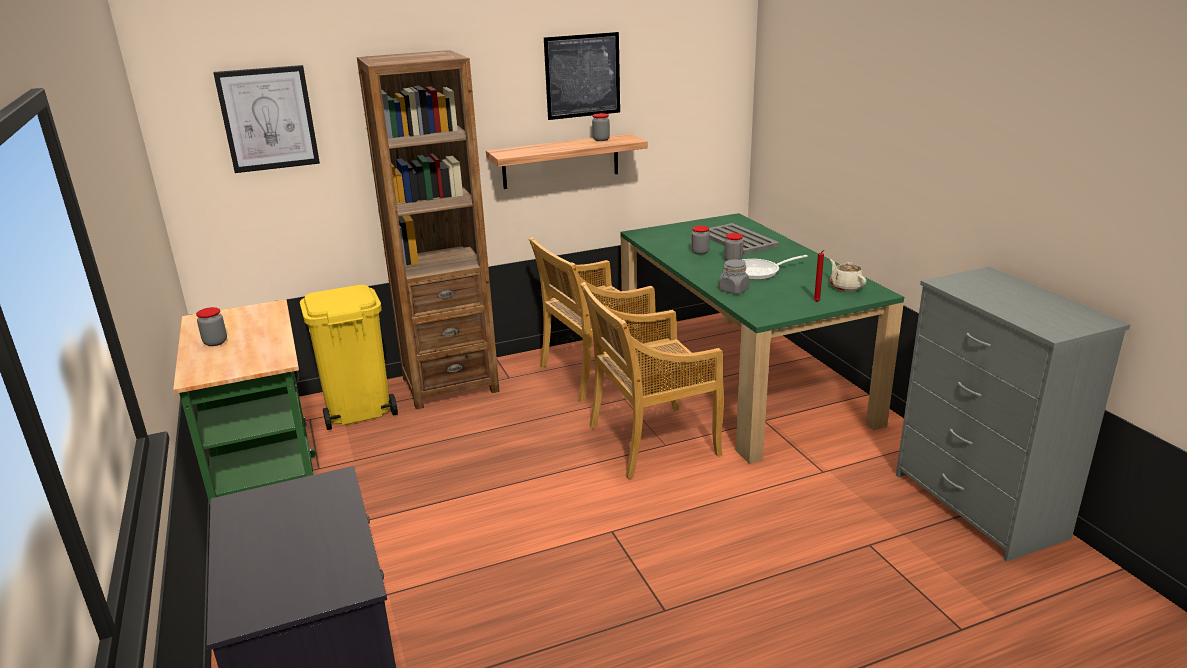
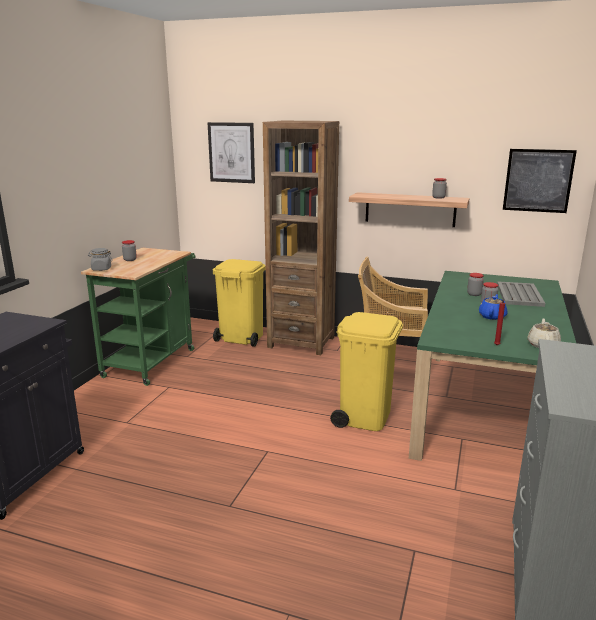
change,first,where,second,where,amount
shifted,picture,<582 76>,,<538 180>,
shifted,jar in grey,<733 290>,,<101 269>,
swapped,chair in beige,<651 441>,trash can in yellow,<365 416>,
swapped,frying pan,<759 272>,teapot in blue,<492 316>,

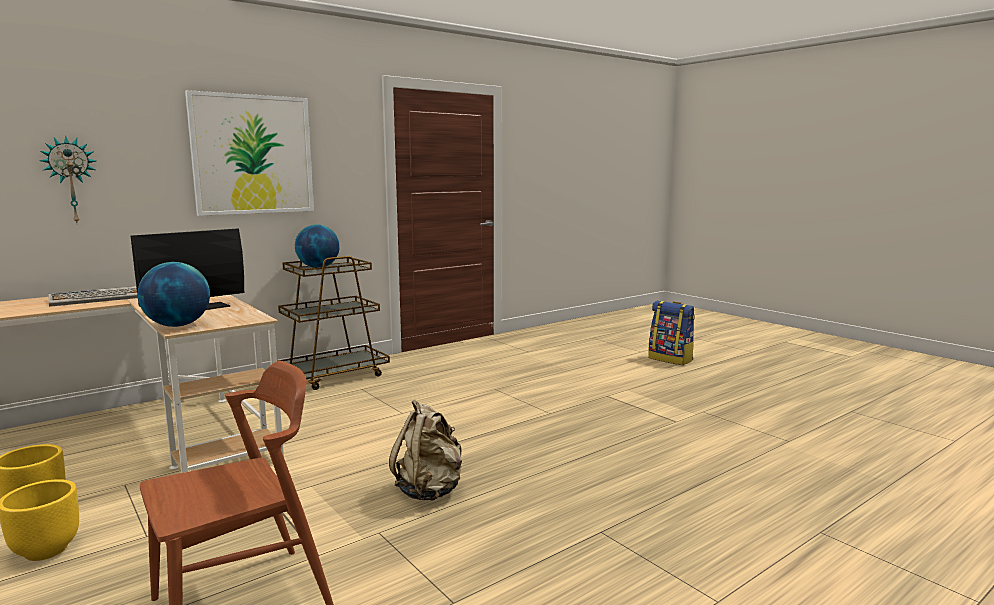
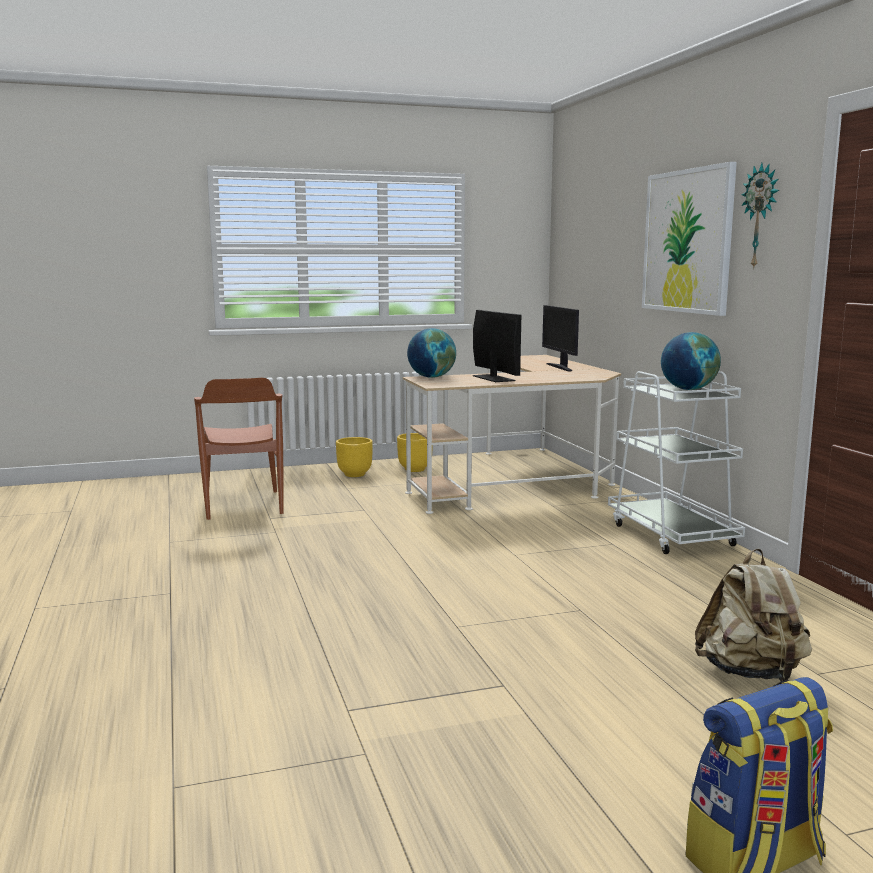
change,first,where,second,where,amount
shifted,wall clock,<71 180>,,<761 216>,
shifted,backpack in beige,<430 491>,,<750 673>,
swapped,keyboard,<100 298>,monitor,<560 367>,
repainted,cart in brown,<333 376>,cart in white,<671 534>,

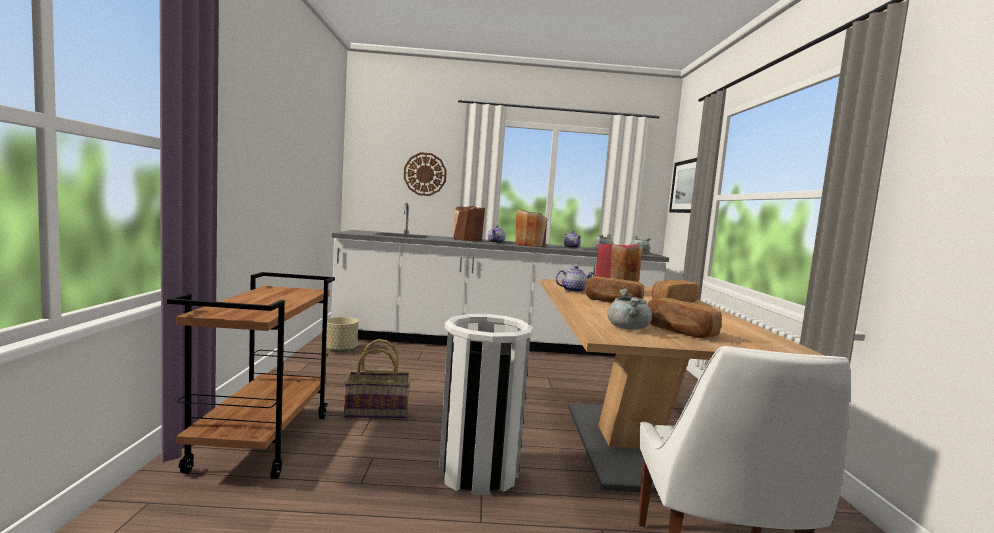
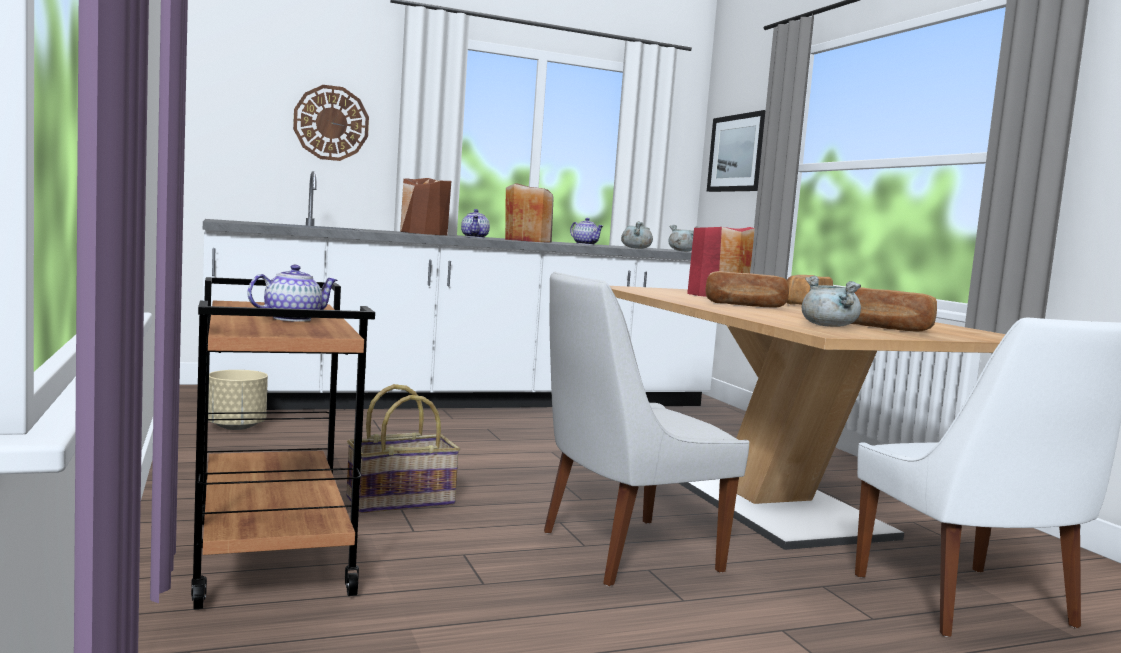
change,first,where,second,where,amount
shifted,teapot,<573 290>,,<292 319>,
swapped,trash can in white,<478 472>,chair in white,<622 551>,

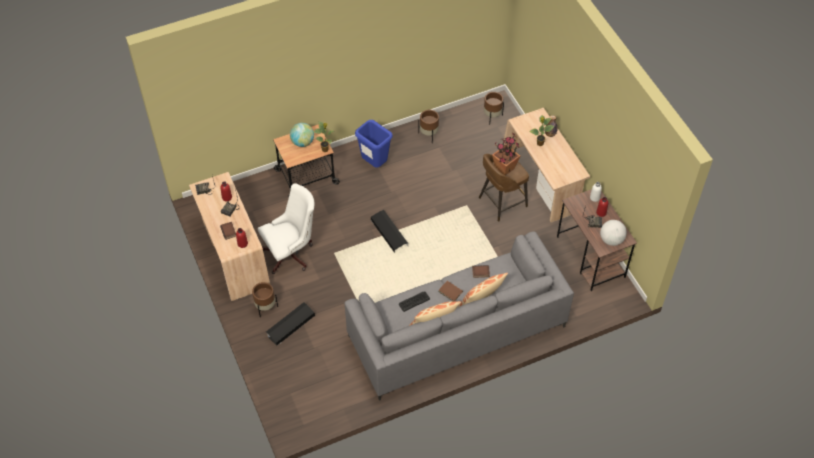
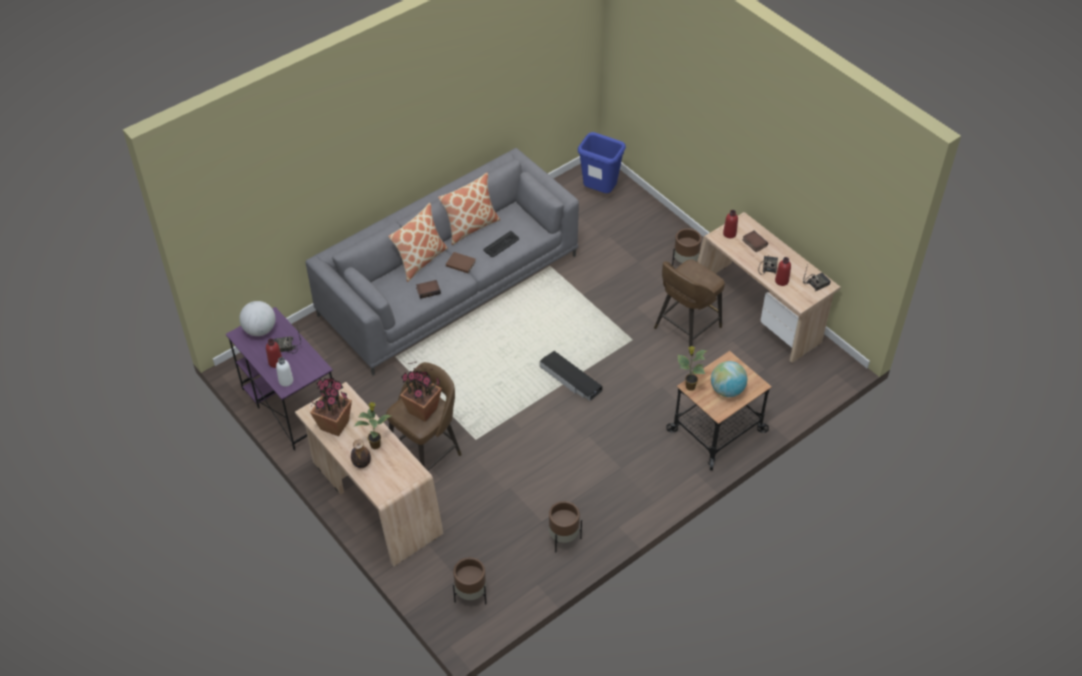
change,first,where,second,where,amount
gone,storage box in black,<290 325>,,,
new,,,potted plant,<334 425>,
shifted,trash can in blue,<374 163>,,<600 192>,
swapped,office chair in white,<291 253>,stool in brown,<686 328>,
repainted,desk in brown,<591 257>,desk in purple,<290 405>,

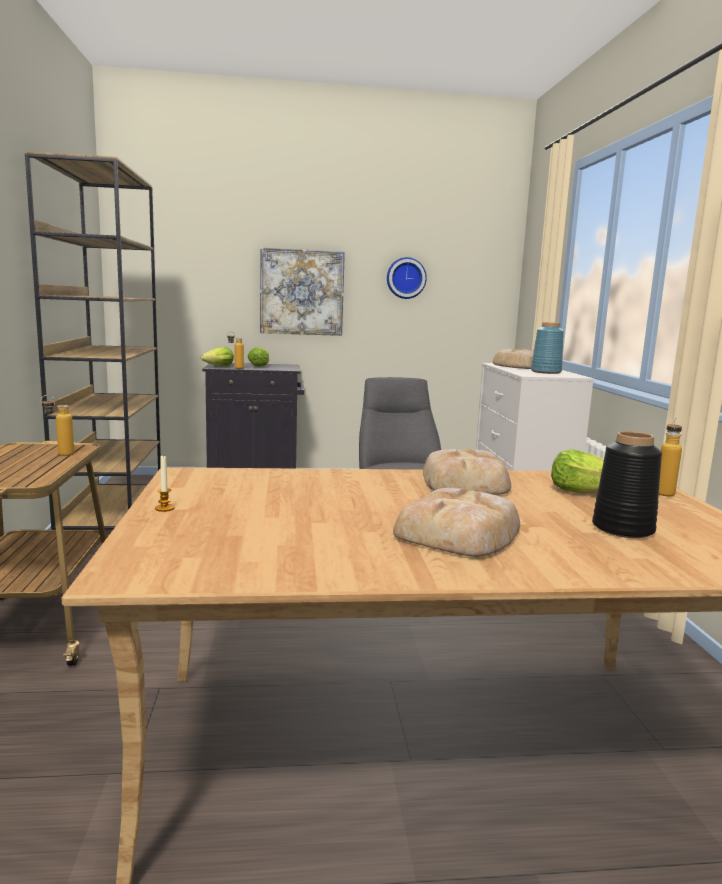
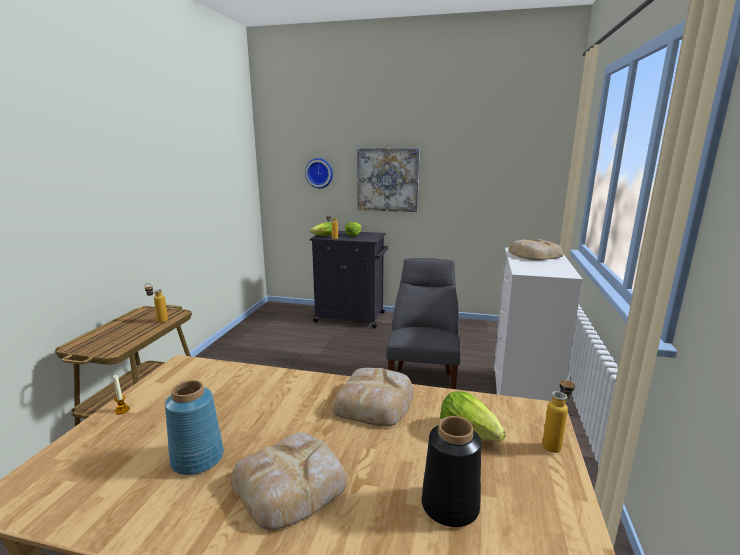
change,first,where,second,where,amount
gone,bookcase in brown,<112 516>,,,
shifted,wall clock,<405 278>,,<319 173>,
shifted,vase in blue,<546 372>,,<198 458>,

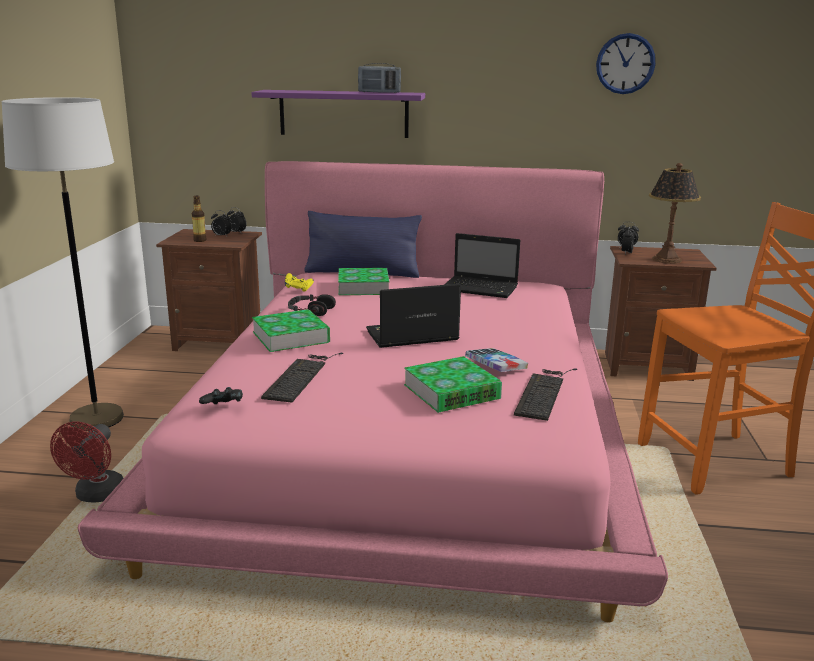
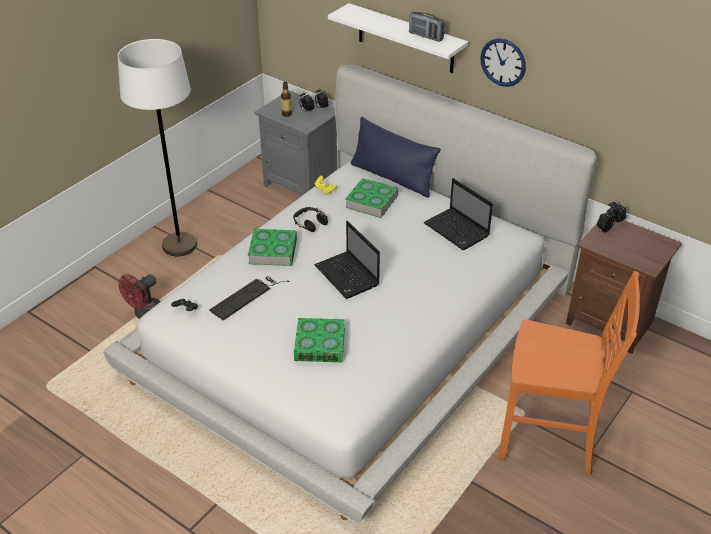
change,first,where,second,where,amount
gone,book,<496 365>,,,
gone,keyboard,<543 392>,,,
gone,table lamp,<666 259>,,,
shifted,wall clock,<625 64>,,<503 62>,
repainted,bed in pink,<405 434>,bed in white,<355 329>,
repainted,nightstand in brown,<219 342>,nightstand in grey,<302 185>,
repainted,shelf in purple,<343 113>,shelf in white,<405 39>,
rotated,laptop,<410 336>,,<348 276>,135 degrees counterclockwise

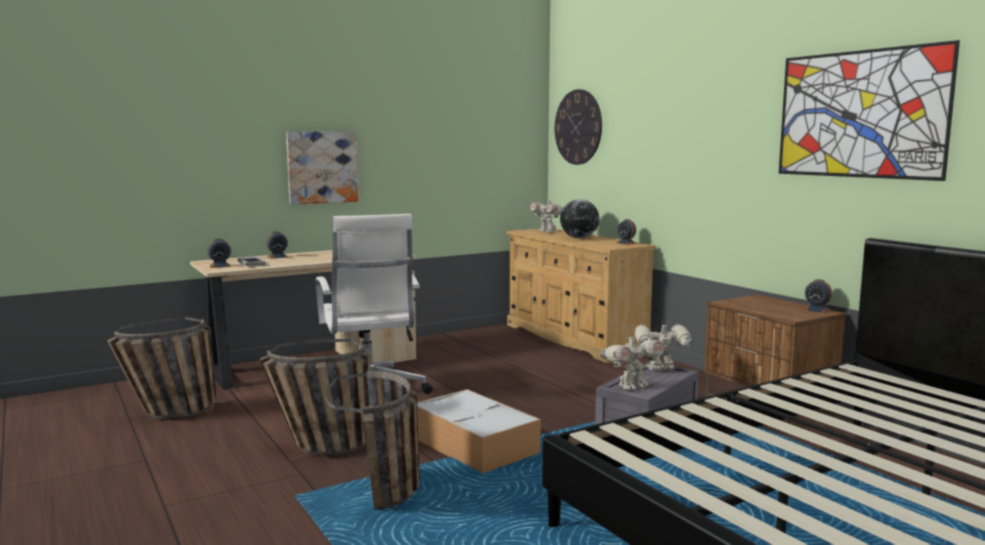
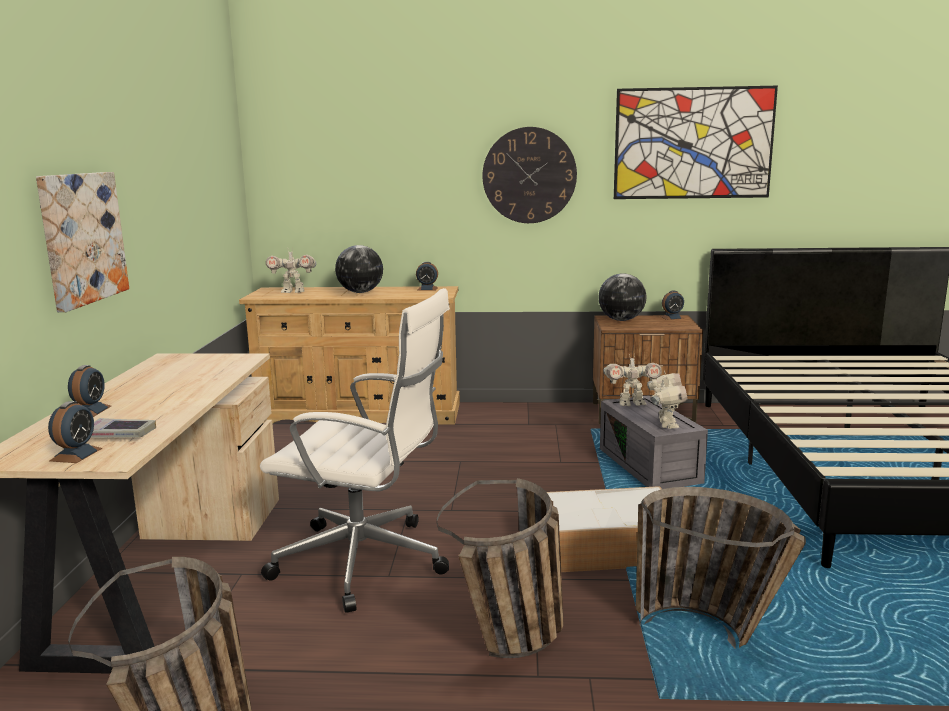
change,first,where,second,where,amount
new,,,globe,<621 320>,
shifted,wall clock,<578 127>,,<529 175>,
rotated,toy robot,<661 369>,,<631 403>,120 degrees counterclockwise

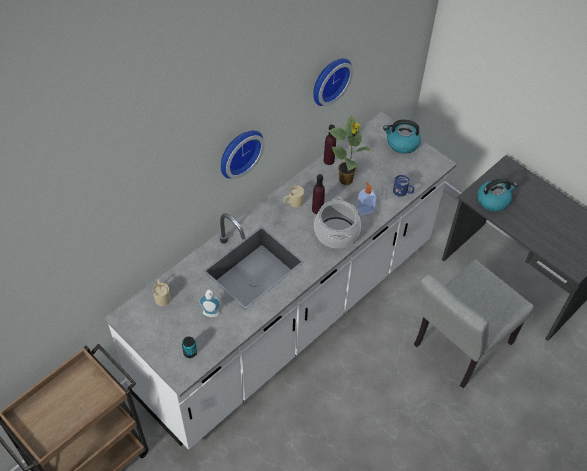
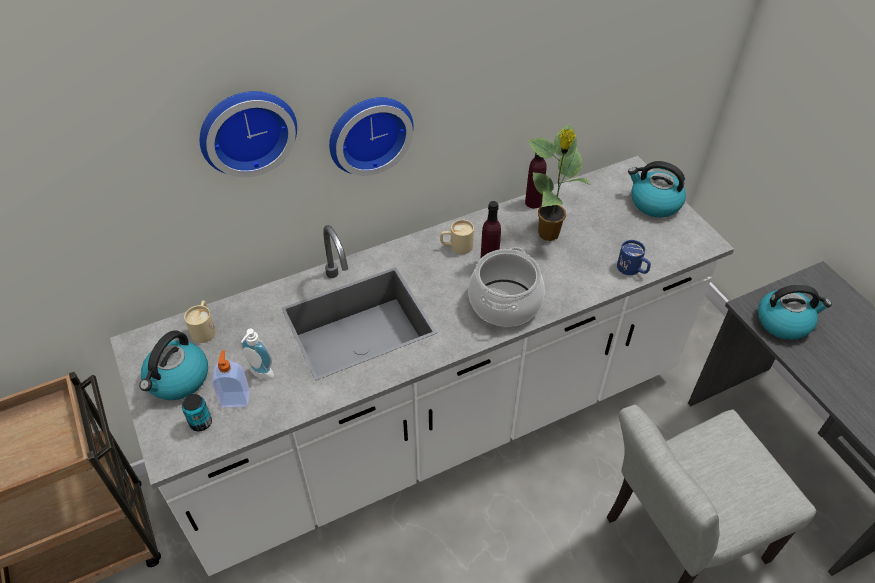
change,first,where,second,where,amount
new,,,kettle,<178 380>,
shifted,wall clock,<329 79>,,<246 130>,
shifted,soap dispenser,<365 209>,,<236 398>,

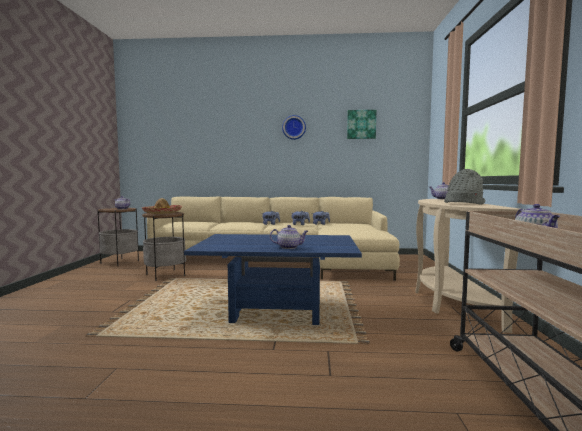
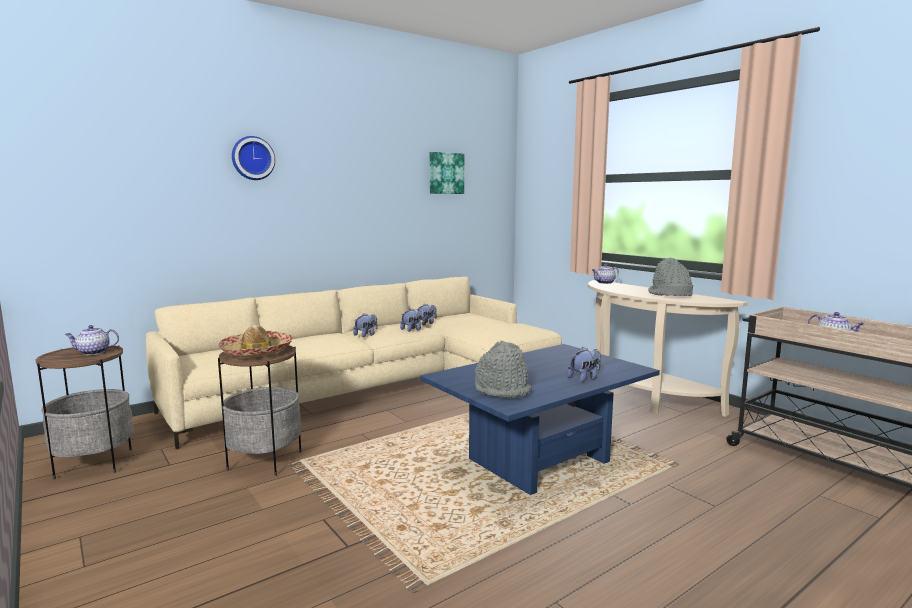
change,first,where,second,where,amount
new,,,hat in grey,<502 390>,
shifted,wall clock,<294 127>,,<252 158>,
swapped,teapot,<289 247>,plush toy,<585 378>,

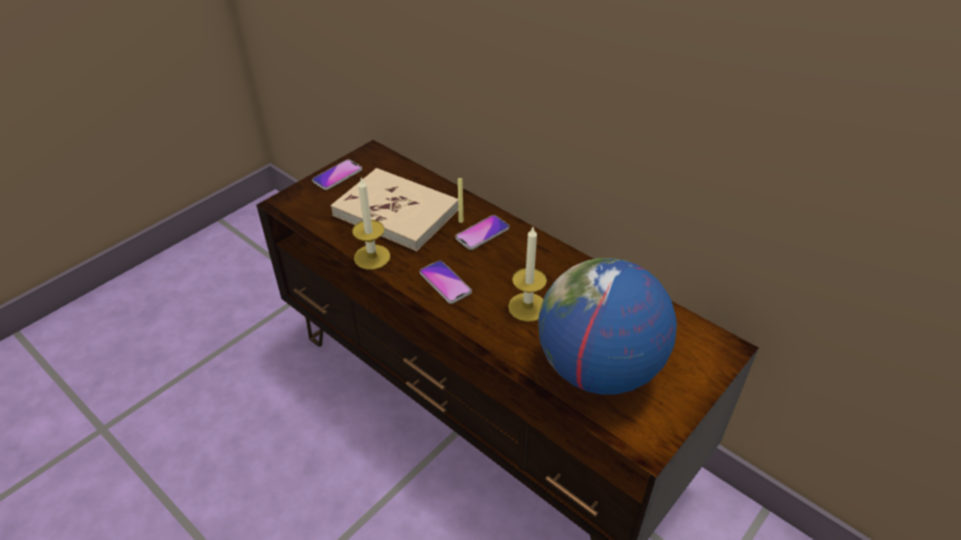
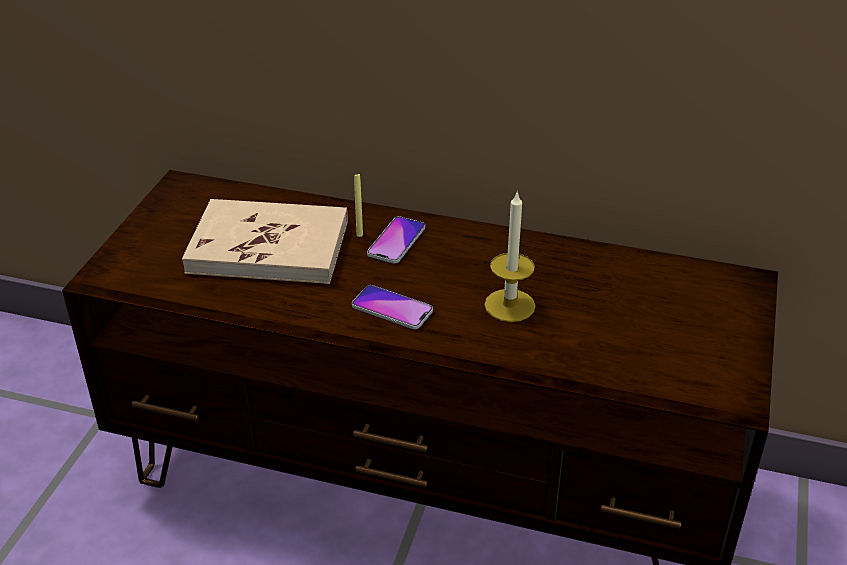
change,first,where,second,where,amount
gone,phone,<337 175>,,,
gone,candle,<372 257>,,,
gone,globe,<598 369>,,,

